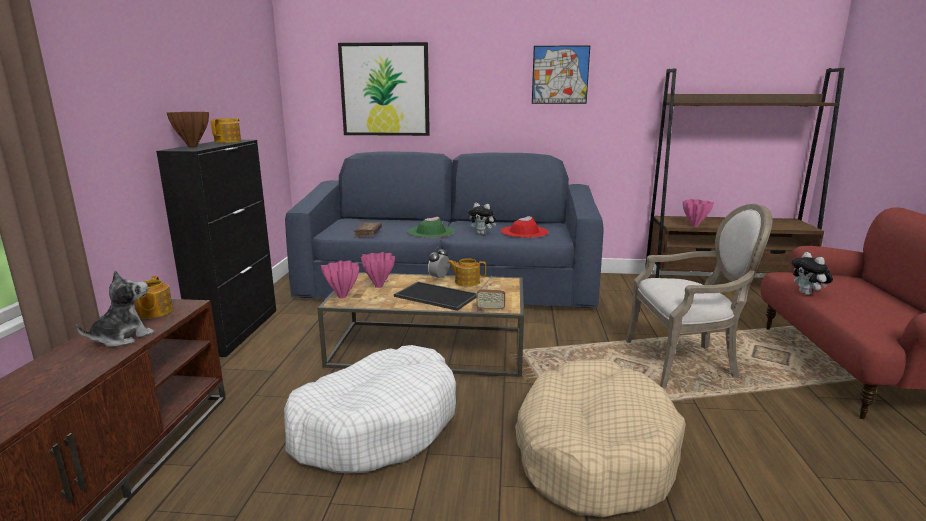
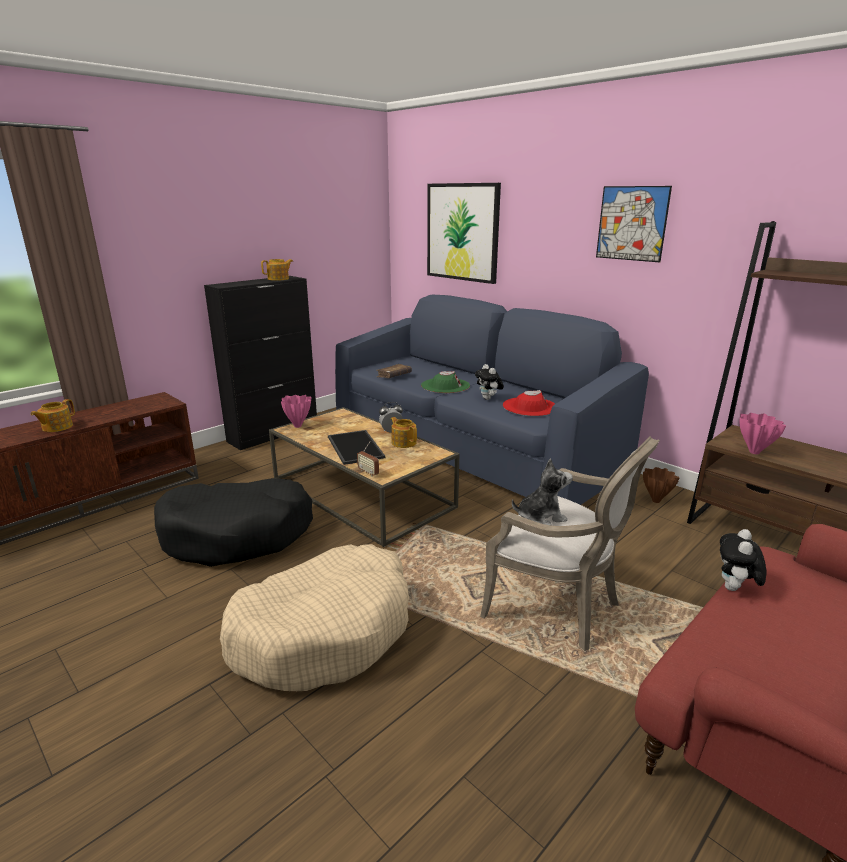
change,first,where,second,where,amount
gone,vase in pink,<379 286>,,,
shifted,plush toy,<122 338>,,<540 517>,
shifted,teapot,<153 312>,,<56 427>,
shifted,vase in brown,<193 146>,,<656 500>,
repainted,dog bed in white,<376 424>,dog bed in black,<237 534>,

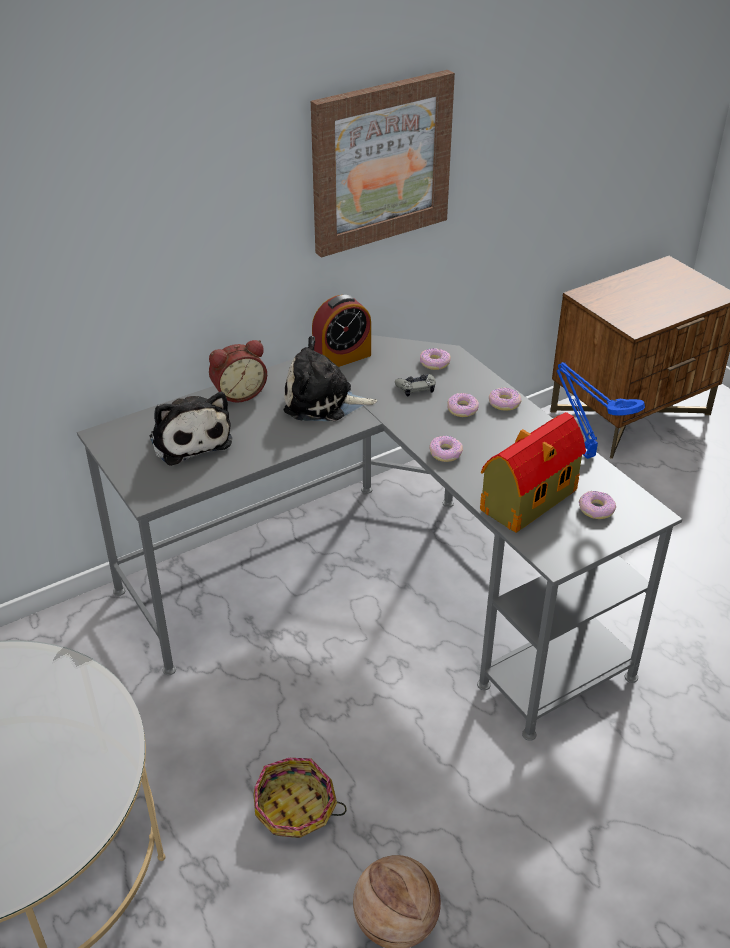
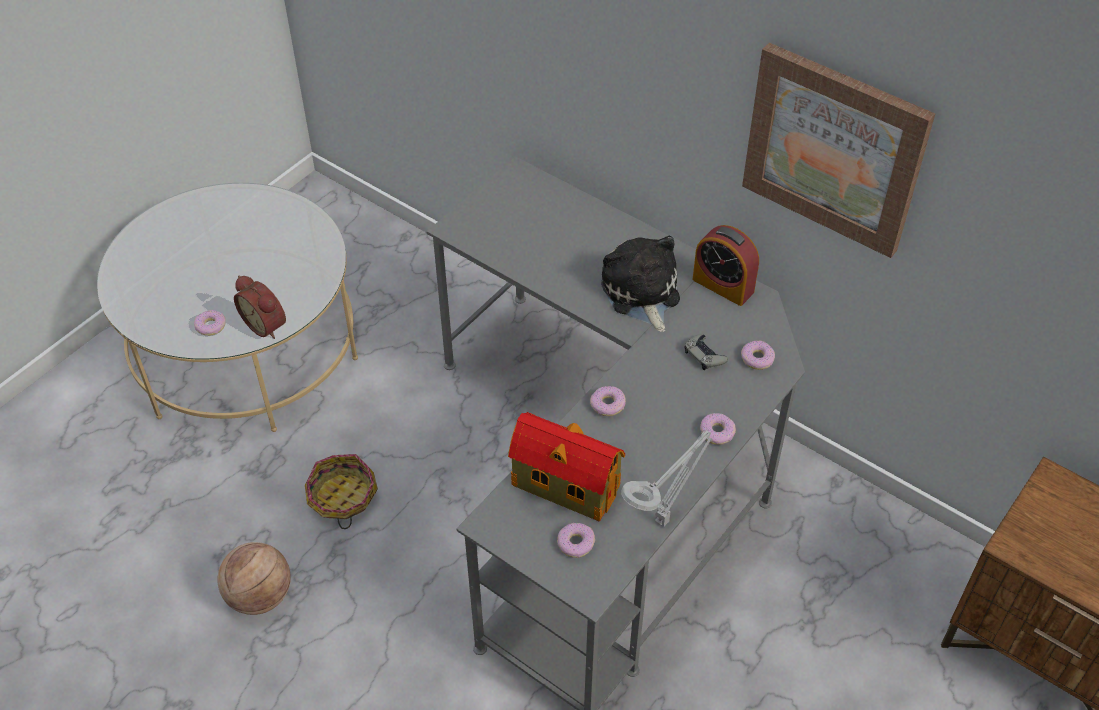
change,first,where,second,where,amount
gone,plush toy,<189 439>,,,
shifted,alarm clock,<238 393>,,<266 324>,
shifted,donut,<462 409>,,<211 326>,
repainted,table lamp in blue,<586 454>,table lamp in grey,<664 519>,

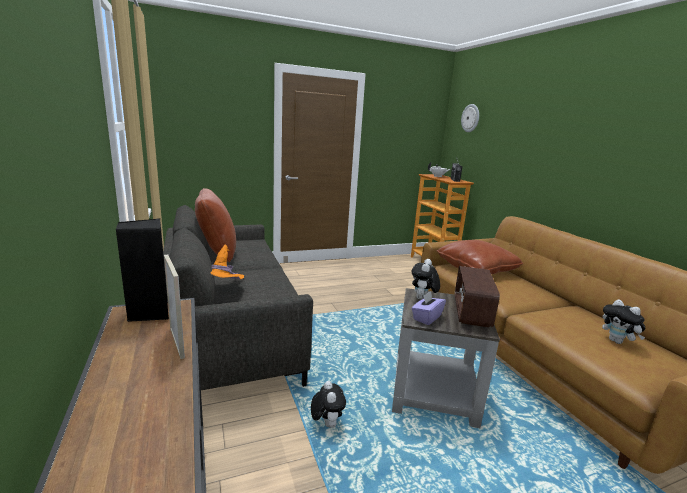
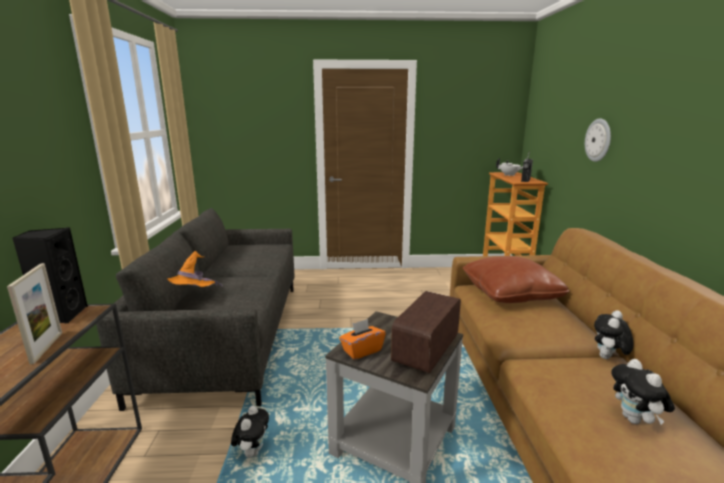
change,first,where,second,where,amount
gone,pillow in brown,<217 253>,,,
shifted,plush toy,<422 299>,,<608 358>,
shifted,wall clock,<470 118>,,<598 140>,
repainted,tissue box in purple,<426 318>,tissue box in orange,<362 350>,

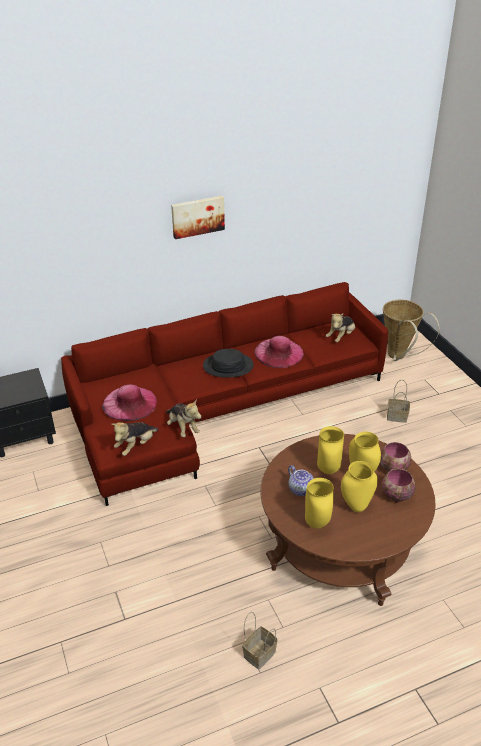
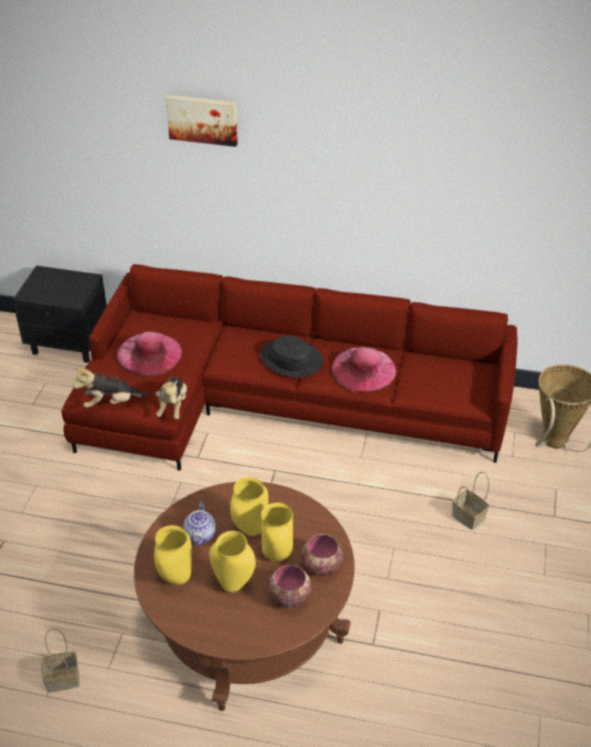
change,first,where,second,where,amount
gone,plush toy,<341 337>,,,
shifted,picture,<197 216>,,<203 119>,

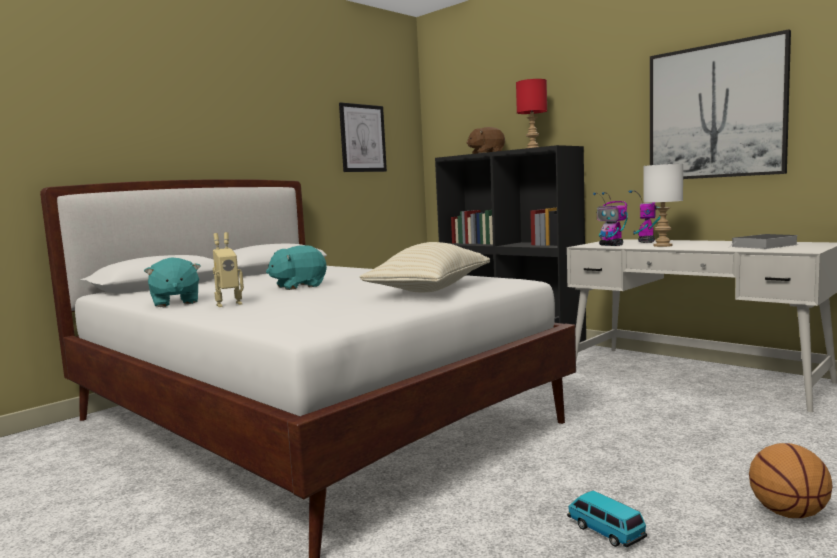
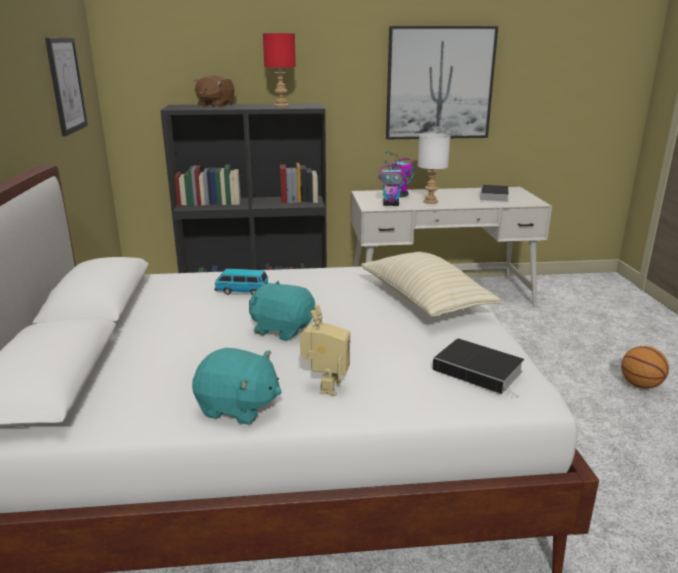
change,first,where,second,where,amount
new,,,book,<480 371>,
shifted,toy car,<605 531>,,<242 291>,
rotated,plush toy in turquoise,<298 286>,,<282 329>,105 degrees clockwise

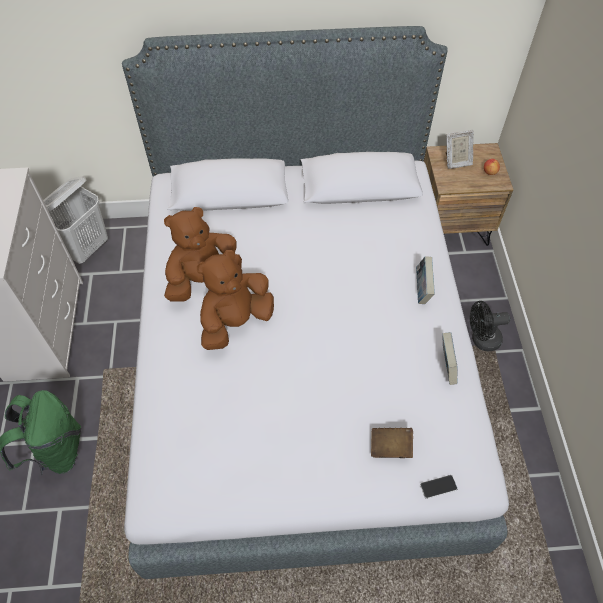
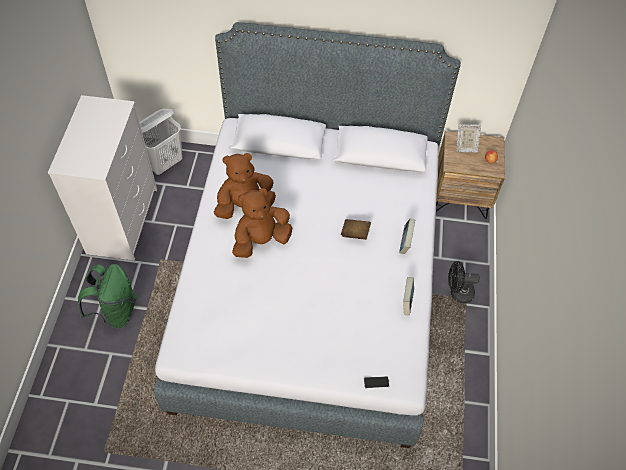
change,first,where,second,where,amount
shifted,book in brown,<390 447>,,<355 233>,

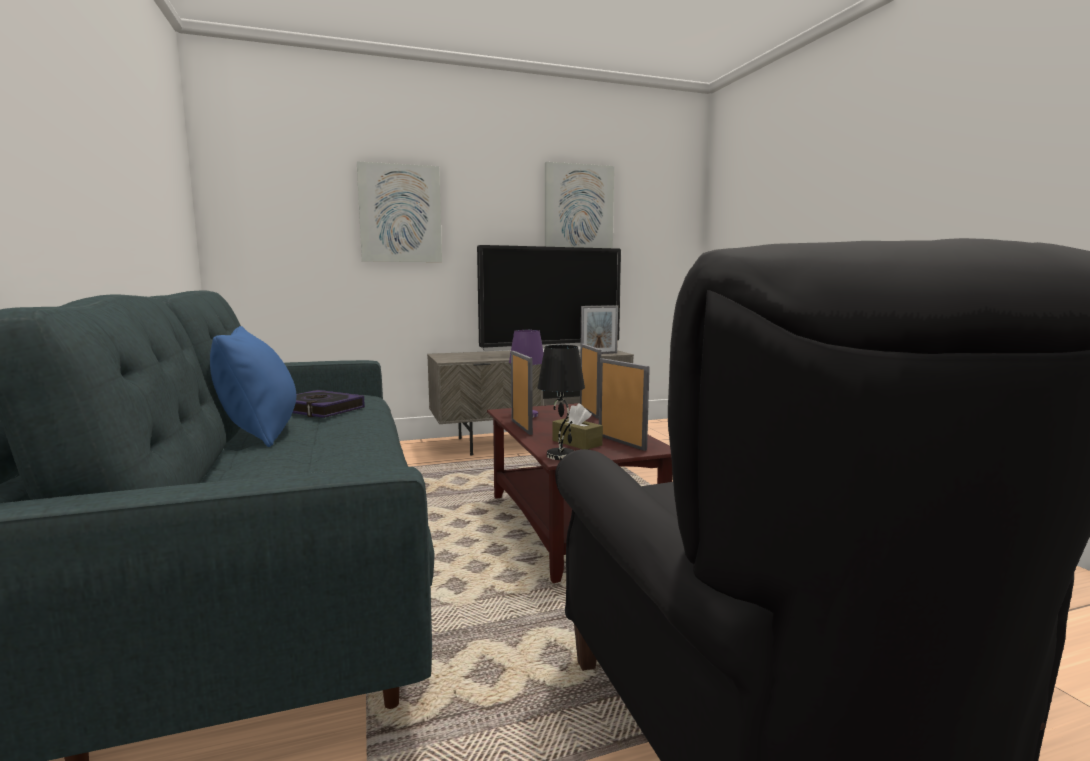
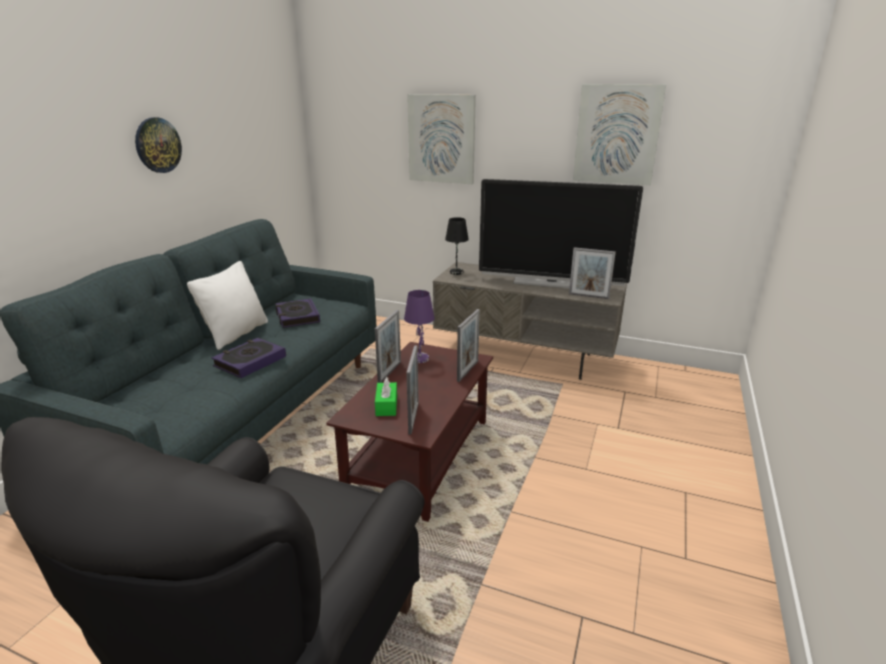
change,first,where,second,where,amount
new,,,wall clock,<157 145>,
new,,,book,<250 361>,
shifted,table lamp in black,<561 456>,,<456 272>,
repainted,pillow in blue,<261 433>,pillow in white,<236 334>,
repainted,tissue box in brown,<577 443>,tissue box in green,<386 405>,

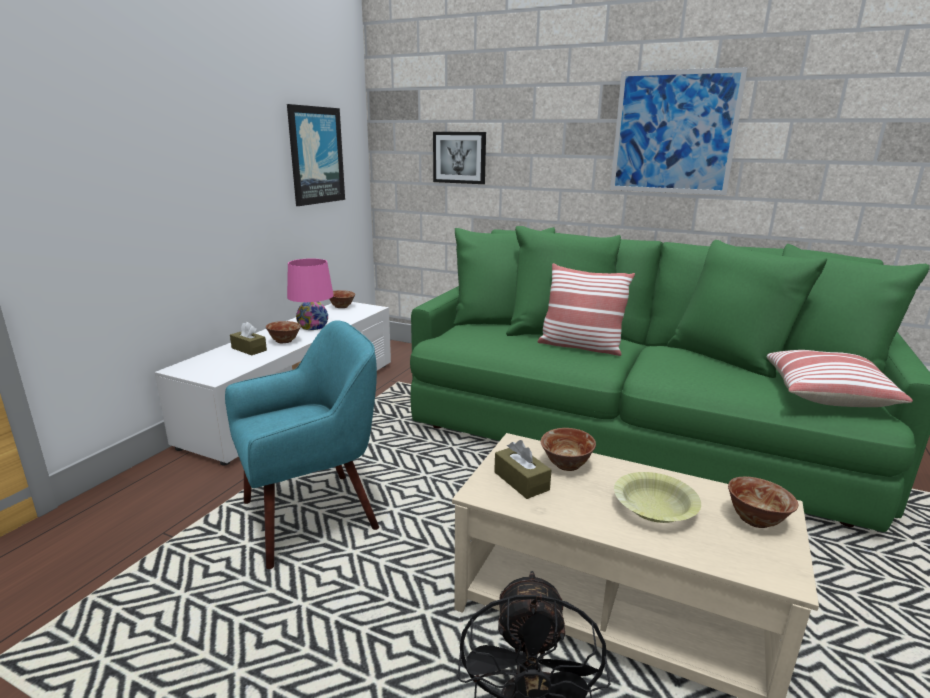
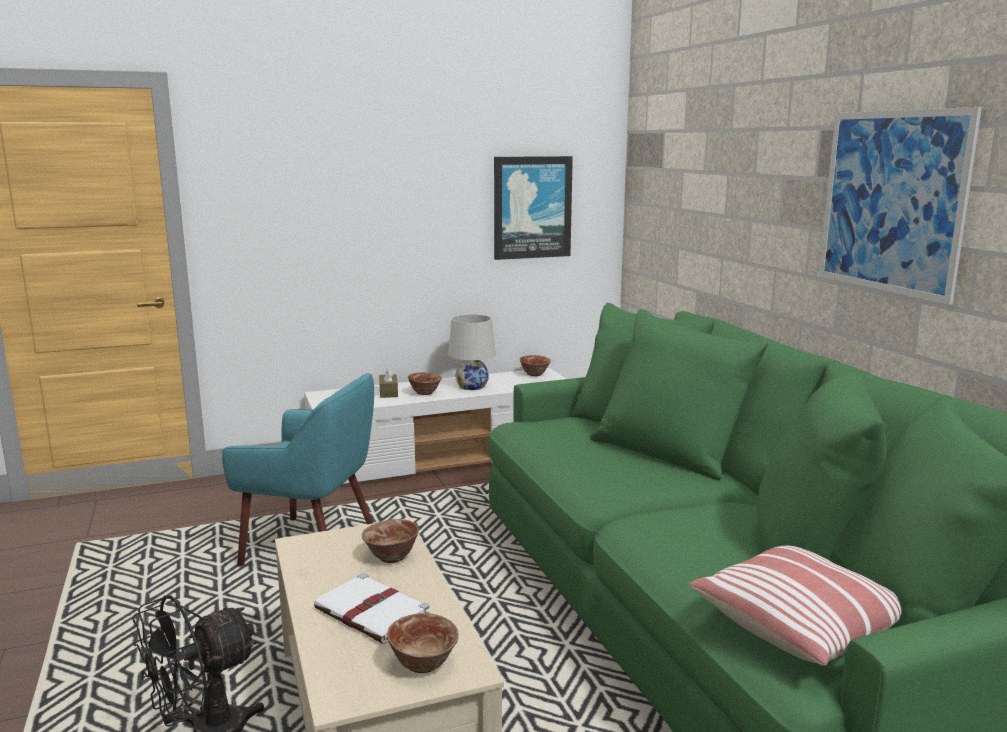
change,first,where,second,where,amount
gone,picture,<459 157>,,,
gone,tissue box in brown,<521 481>,,,
gone,pillow,<580 346>,,,
swapped,bowl in yellow,<654 508>,book in white,<373 613>,
repainted,table lamp in pink,<313 326>,table lamp in white,<472 386>,

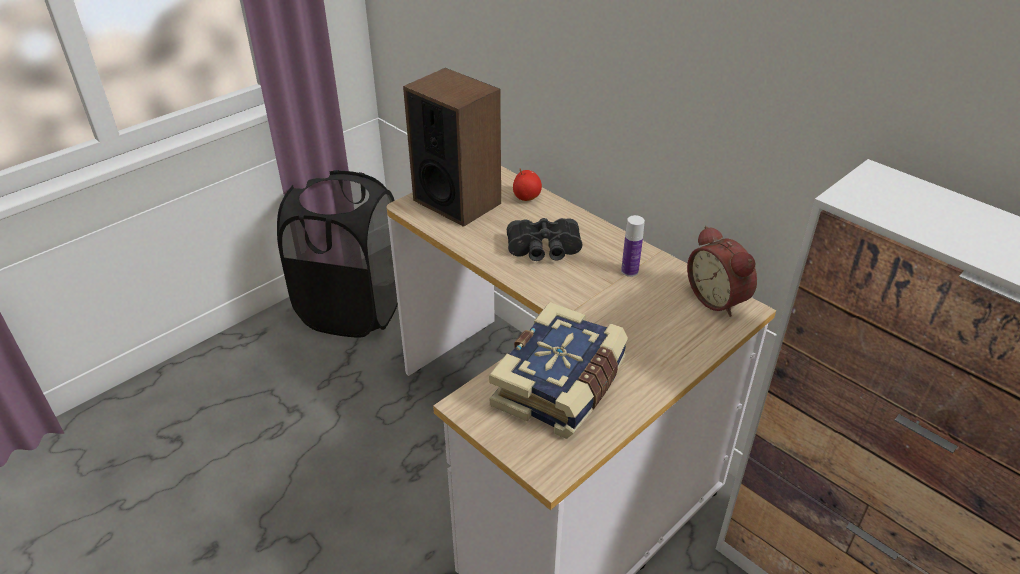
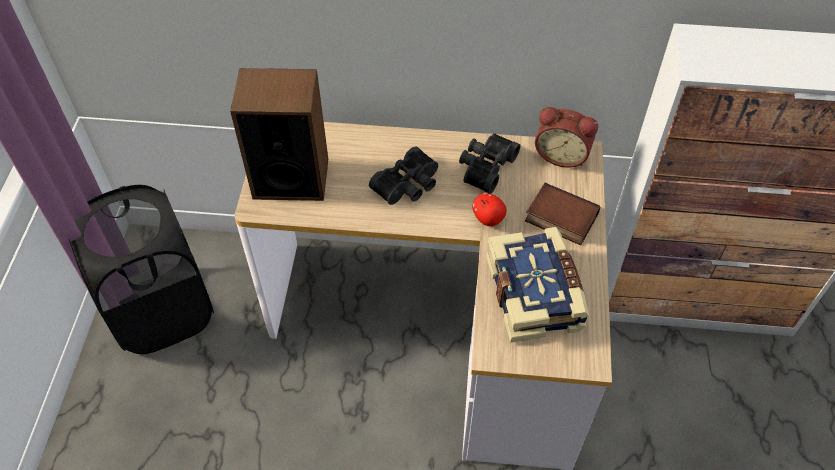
change,first,where,second,where,amount
new,,,book,<559 219>,
shifted,apple,<526 197>,,<488 218>,
swapped,bottle,<629 271>,binoculars in black,<485 167>,

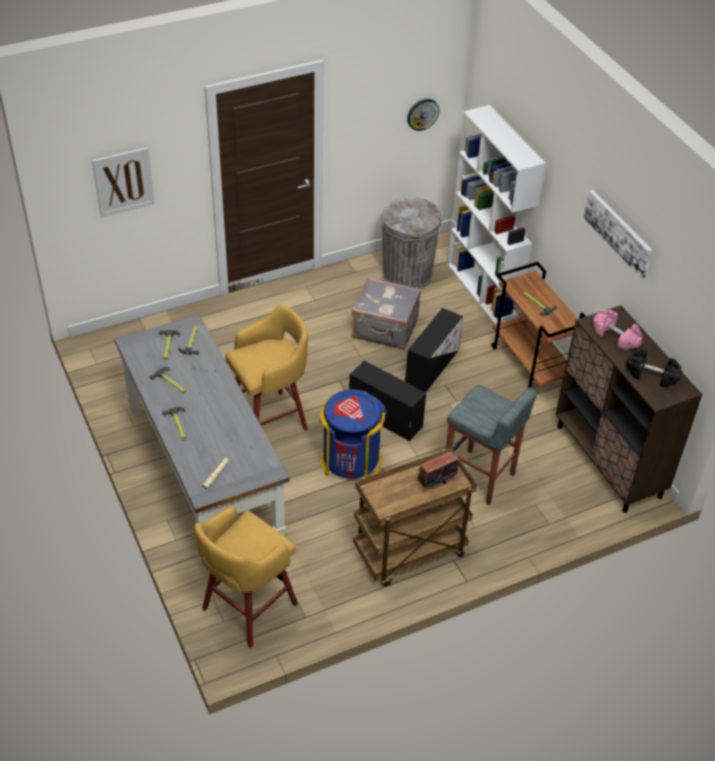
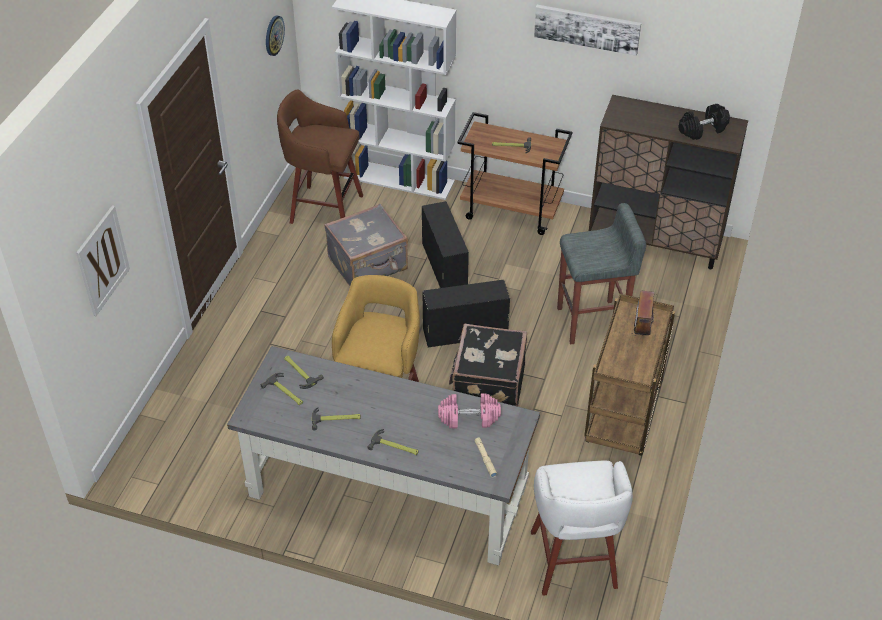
change,first,where,second,where,amount
shifted,dumbbell in pink,<616 337>,,<469 418>,
swapped,trash can in blue,<351 460>,suitcase in black,<487 385>,
swapped,trash can in grey,<407 275>,stool in brown,<324 208>,
repainted,stool in yellow,<247 608>,stool in white,<573 562>,

